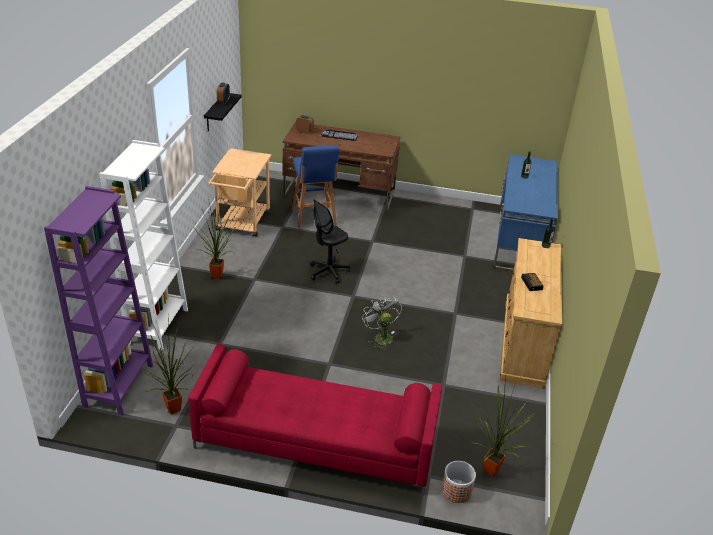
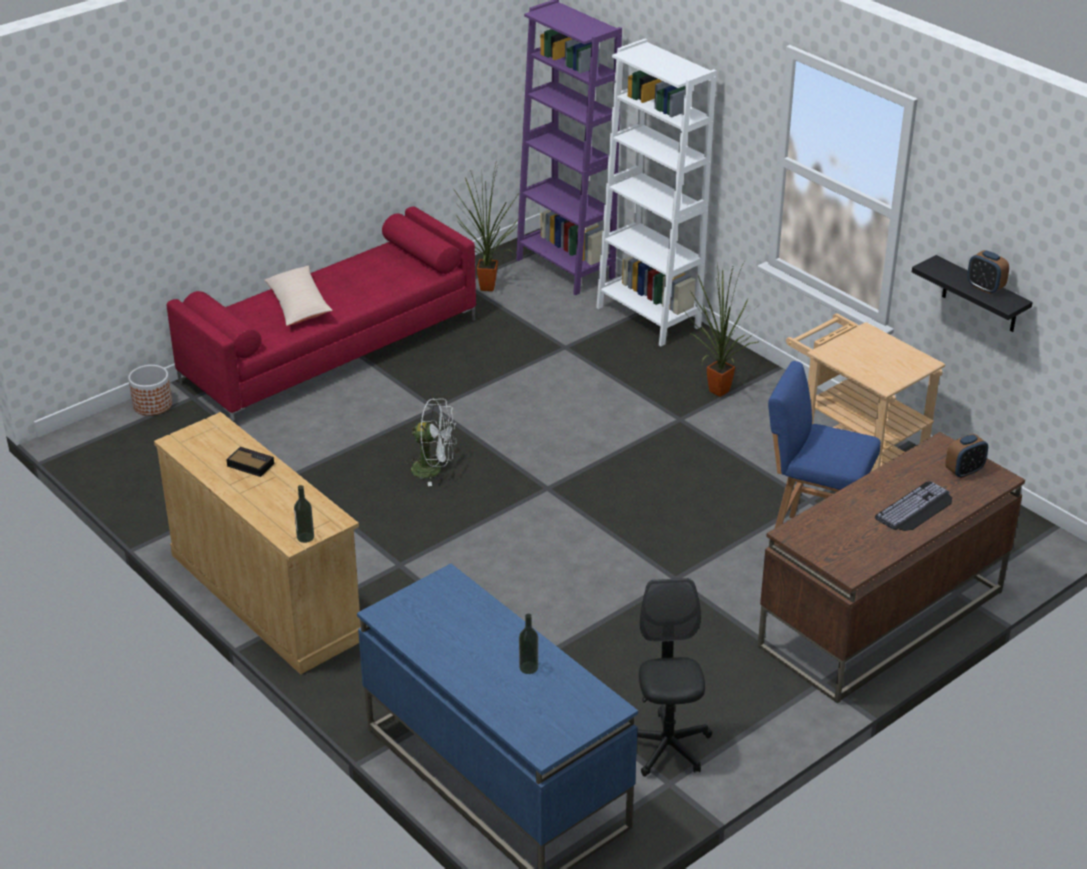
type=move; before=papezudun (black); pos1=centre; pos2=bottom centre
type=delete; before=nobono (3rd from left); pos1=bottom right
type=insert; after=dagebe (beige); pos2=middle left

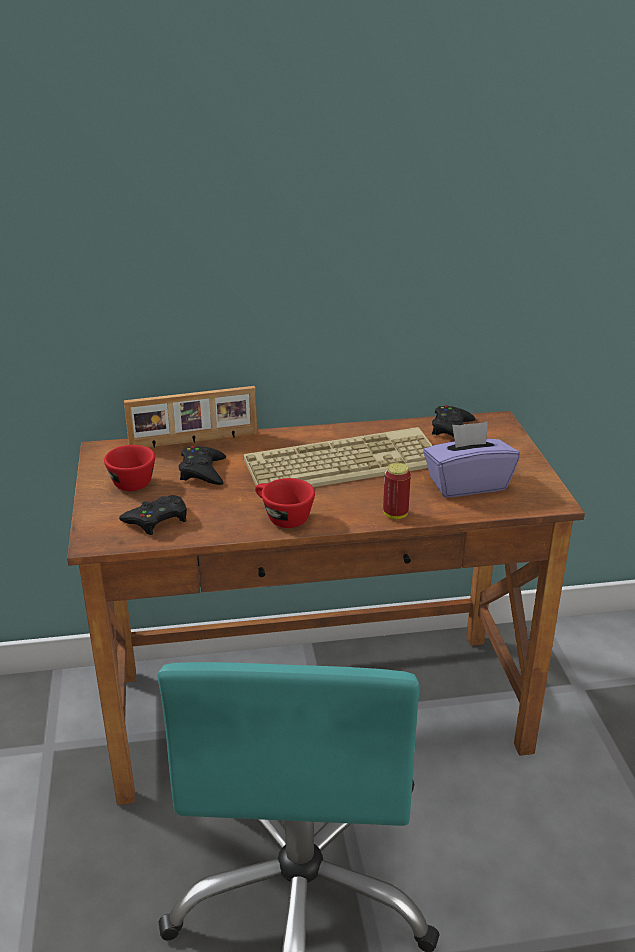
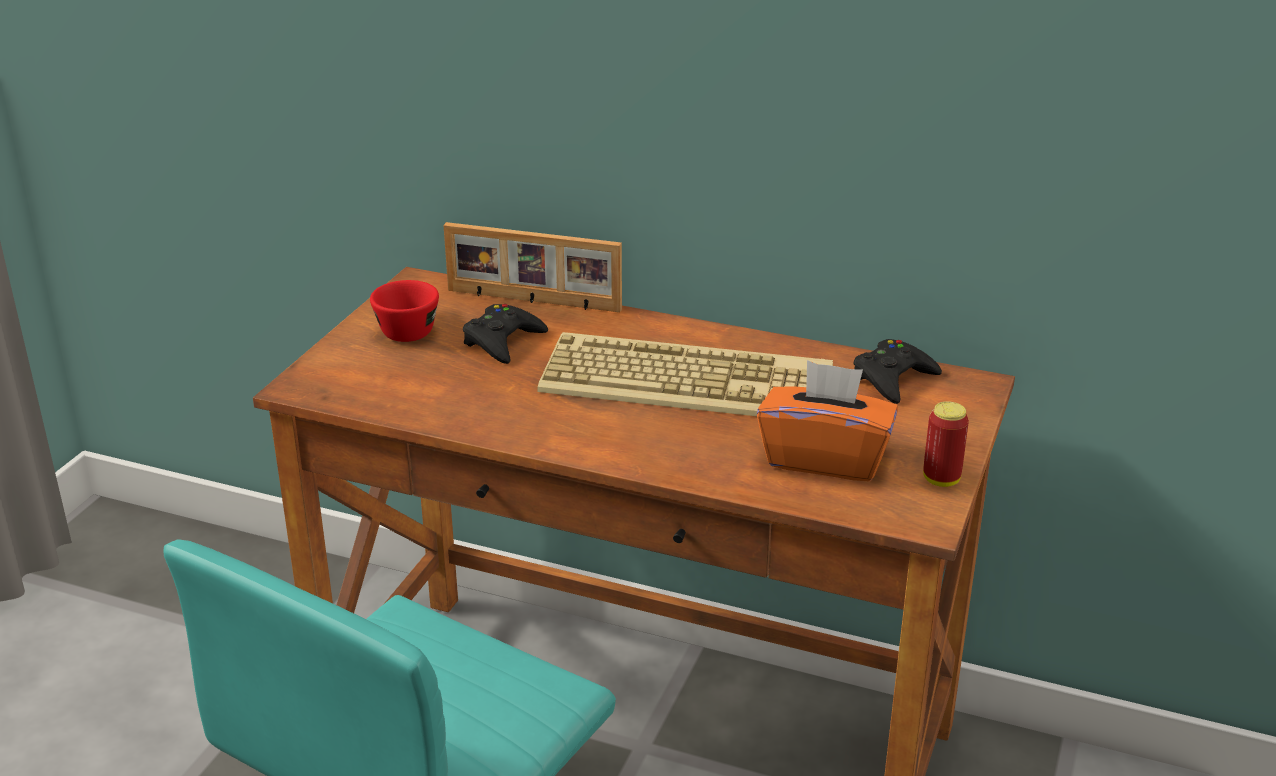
type=delete; before=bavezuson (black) (1st from left); pos1=middle left
type=delete; before=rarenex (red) (2nd from left); pos1=centre
type=move; before=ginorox; pos1=centre; pos2=middle right
type=recolor; before=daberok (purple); after=daberok (orange); pos1=middle right; pos2=centre

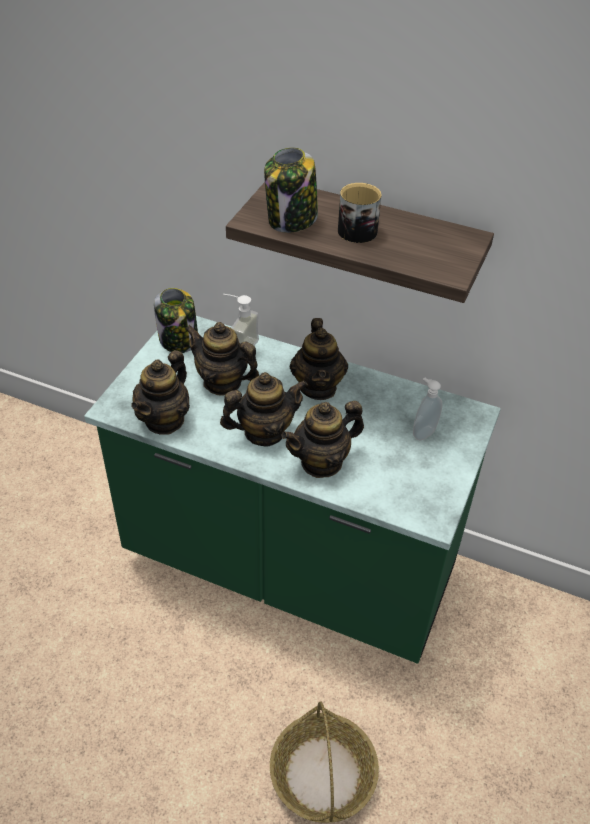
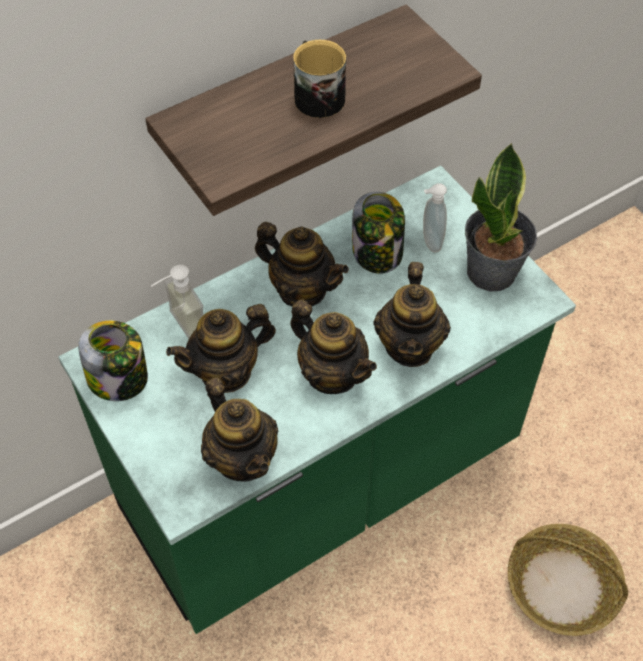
type=rotate; before=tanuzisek (3rd from left in the first image); pos1=centre; pos2=centre; turn=120
type=move; before=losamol (2nd from left); pos1=top centre; pos2=centre
type=insert; after=nobono; pos2=top right

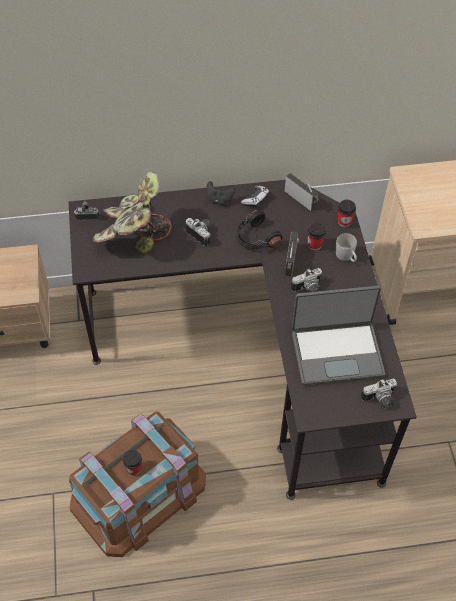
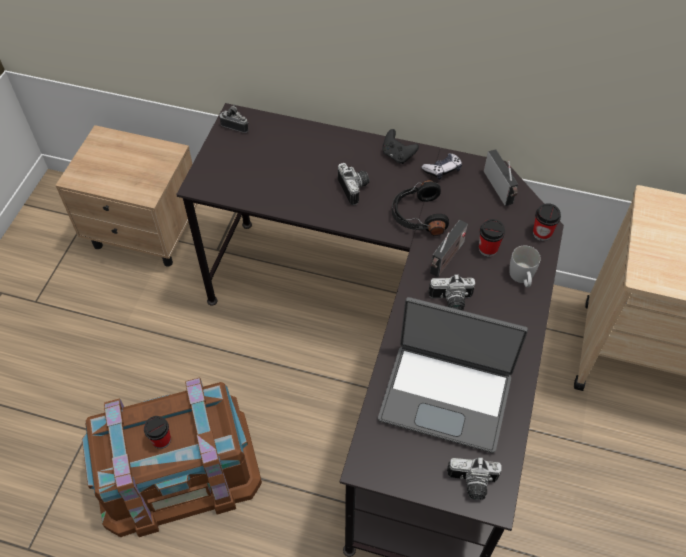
type=delete; before=nobono; pos1=middle left

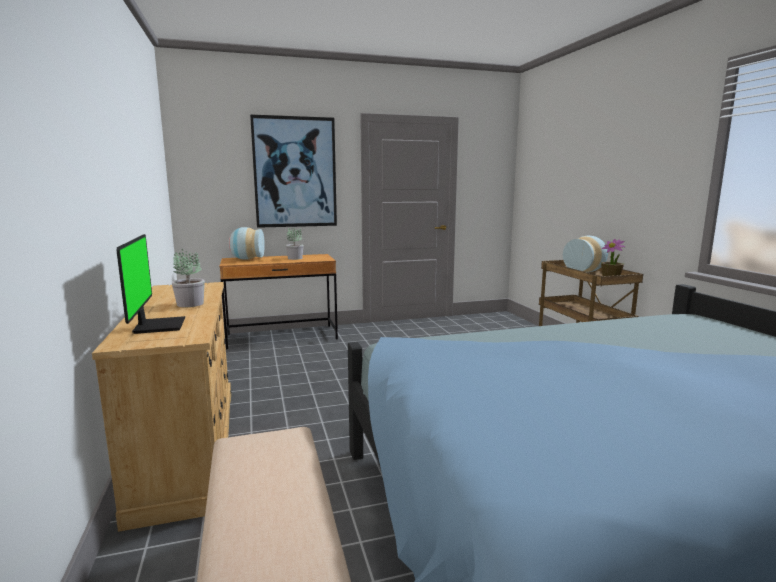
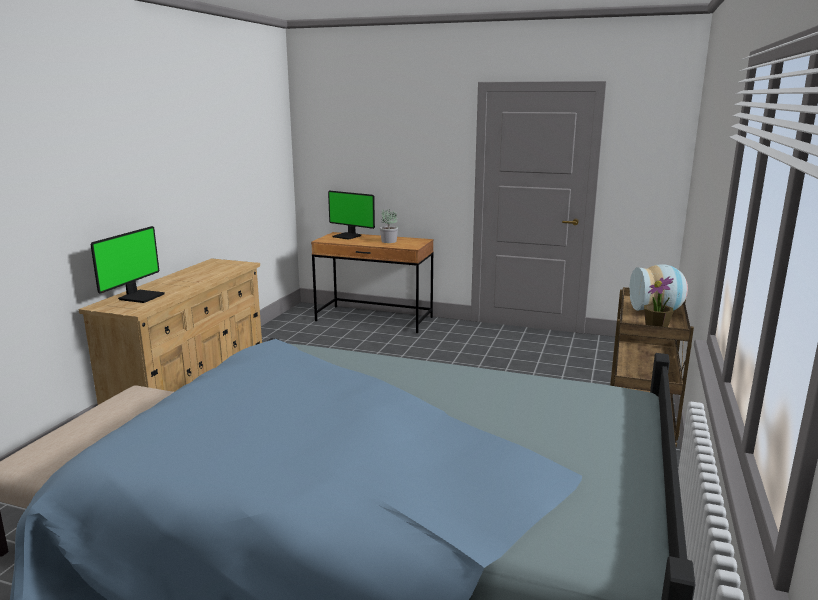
type=delete; before=nobono (1st from left); pos1=middle left
type=replace; before=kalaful (1st from left); after=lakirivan (2nd from left); pos1=middle left; pos2=centre
type=delete; before=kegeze; pos1=top centre

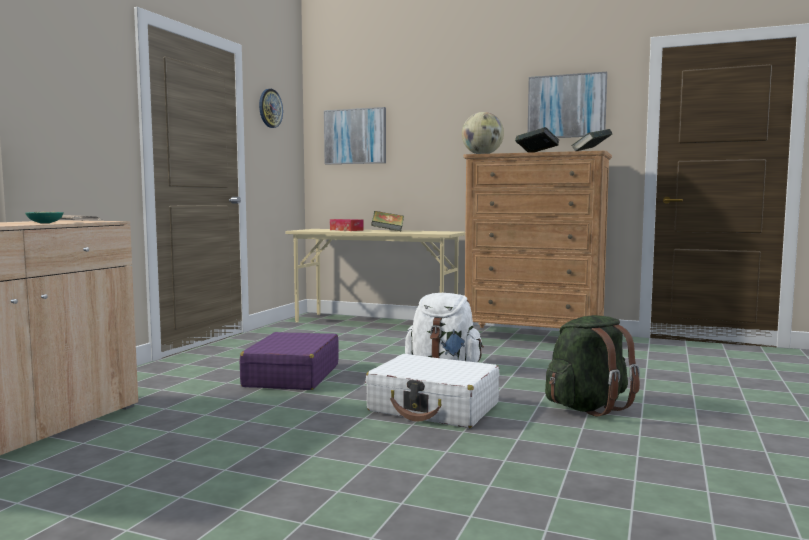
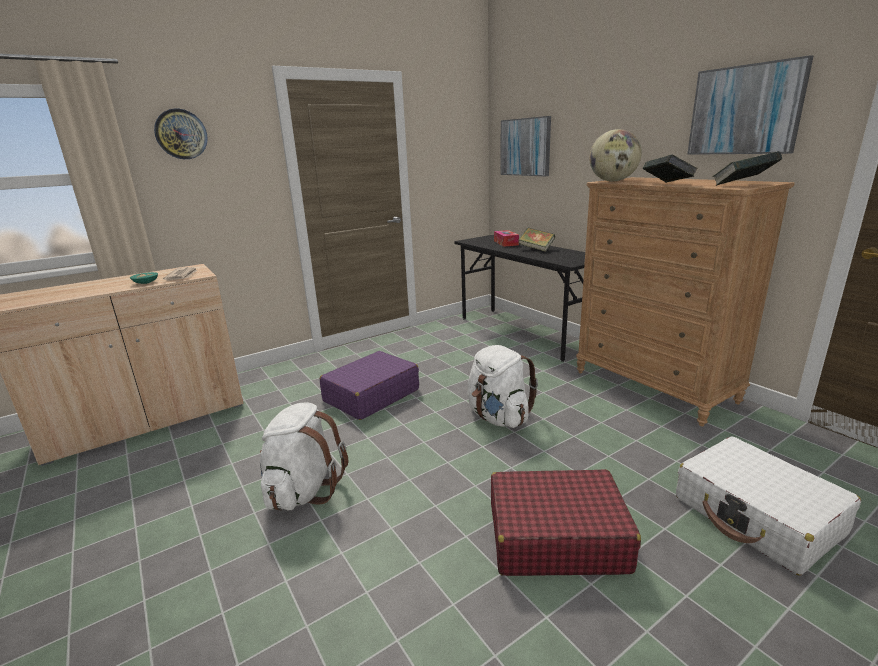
type=move; before=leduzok; pos1=top centre; pos2=top left
type=recolor; before=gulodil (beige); after=gulodil (black); pos1=centre; pos2=centre
type=move; before=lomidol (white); pos1=bottom centre; pos2=bottom right
type=replace; before=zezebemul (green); after=lomidol (red); pos1=bottom right; pos2=bottom centre
type=insert; after=zezebemul (white) (1st from left); pos2=bottom centre

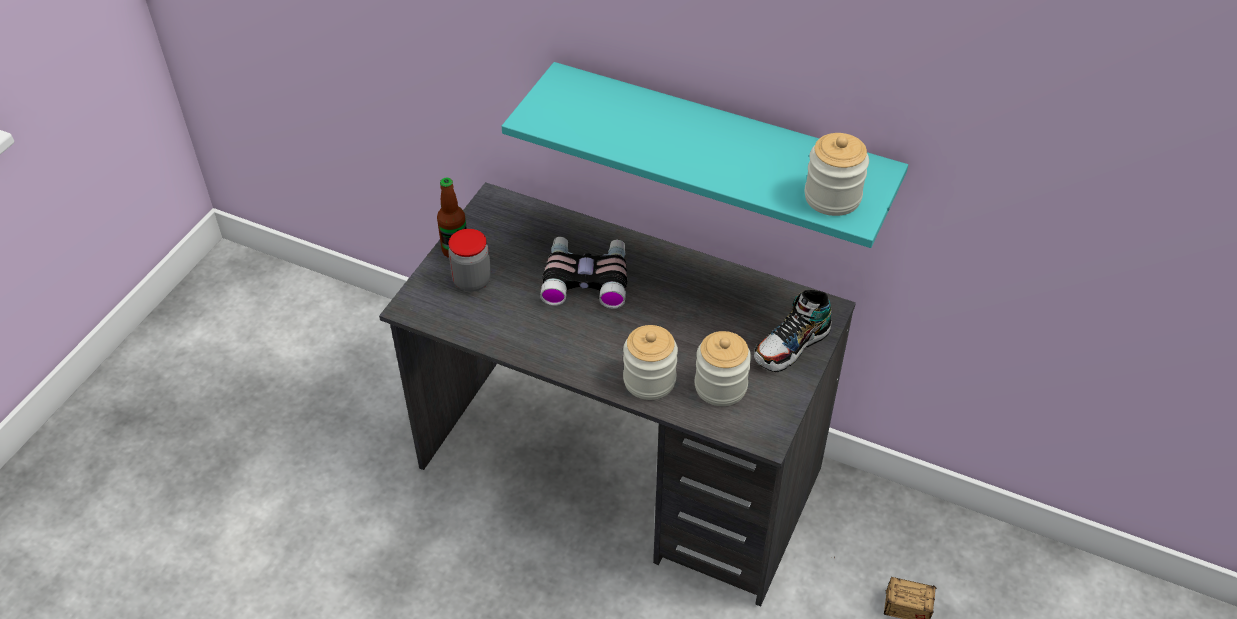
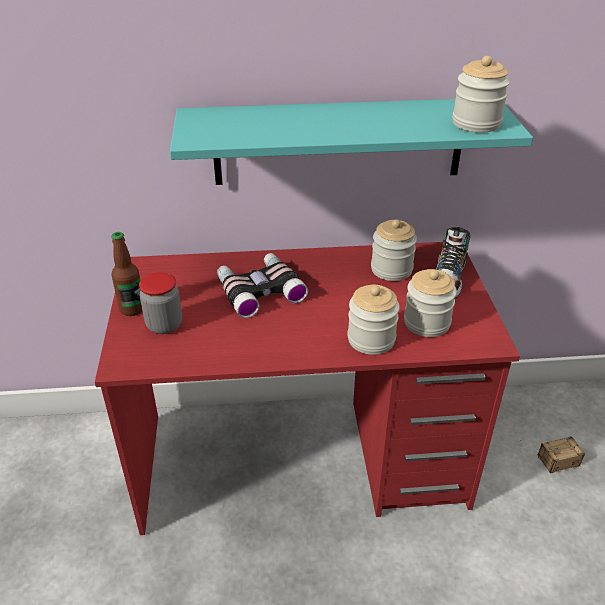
type=recolor; before=gulodil (grey); after=gulodil (red); pos1=centre; pos2=centre
type=insert; after=losamol (3rd from left); pos2=centre

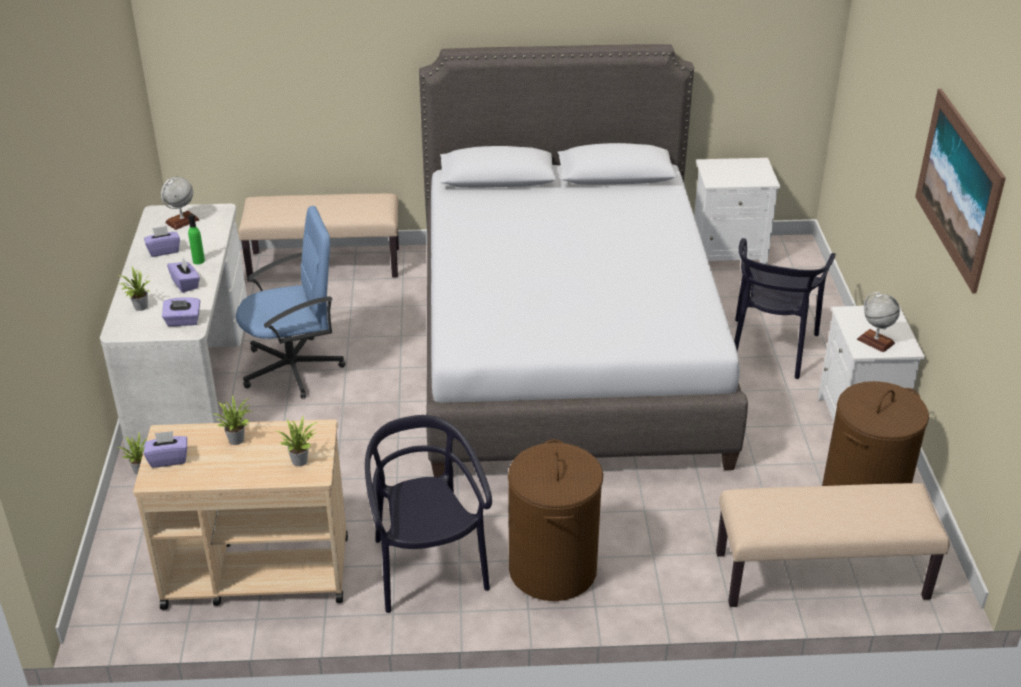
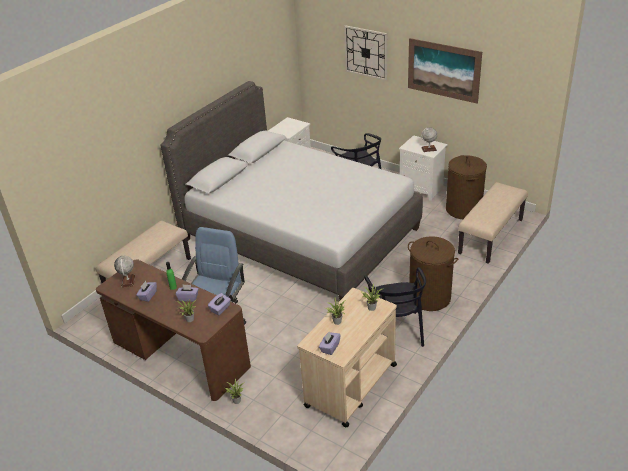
type=recolor; before=gulodil (white); after=gulodil (brown); pos1=middle left; pos2=bottom left
type=rotate; before=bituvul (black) (1st from left in the first image); pos1=bottom centre; pos2=centre; turn=-120
type=insert; after=leduzok; pos2=top centre

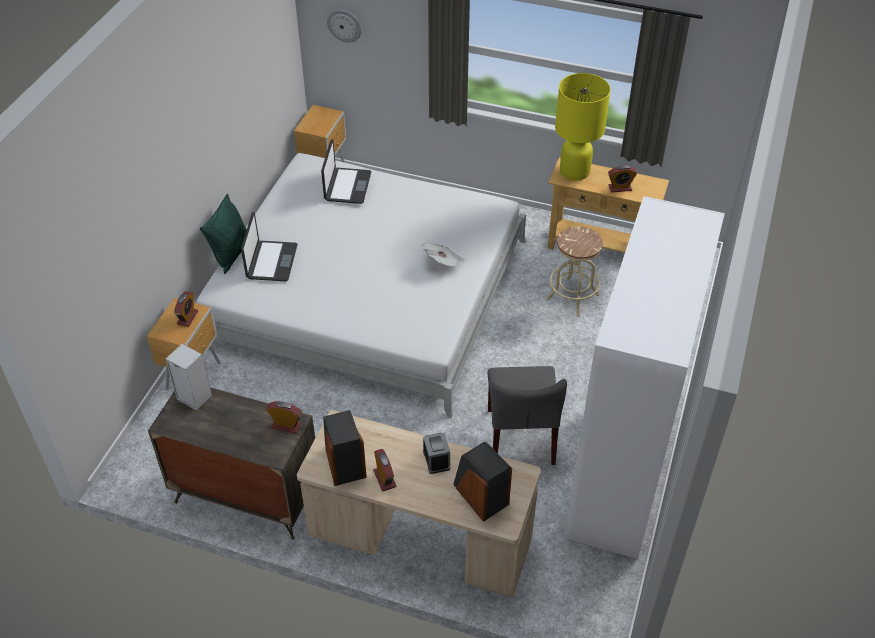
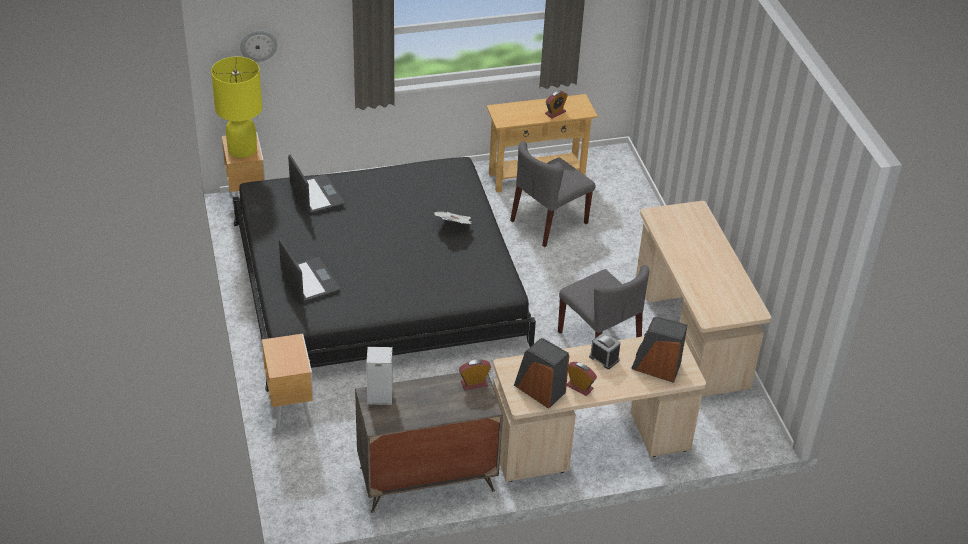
type=delete; before=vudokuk (1st from left); pos1=middle left
type=recolor; before=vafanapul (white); after=vafanapul (black); pos1=centre; pos2=centre
type=delete; before=dagebe (green); pos1=middle left
type=replace; before=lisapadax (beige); after=bituvul (grey) (1st from left); pos1=centre; pos2=centre
type=move; before=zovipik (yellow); pos1=top centre; pos2=top left
type=replace; before=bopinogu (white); after=gulodil (beige) (2nd from left); pos1=middle right; pos2=middle right

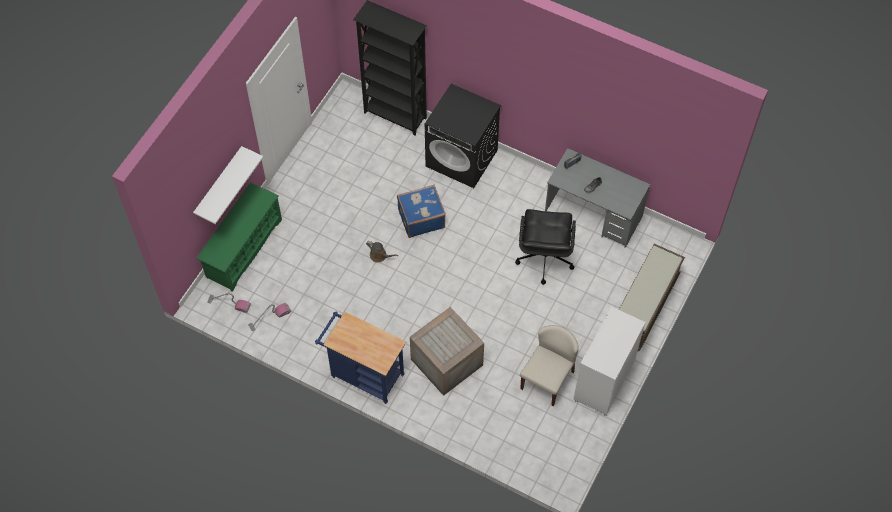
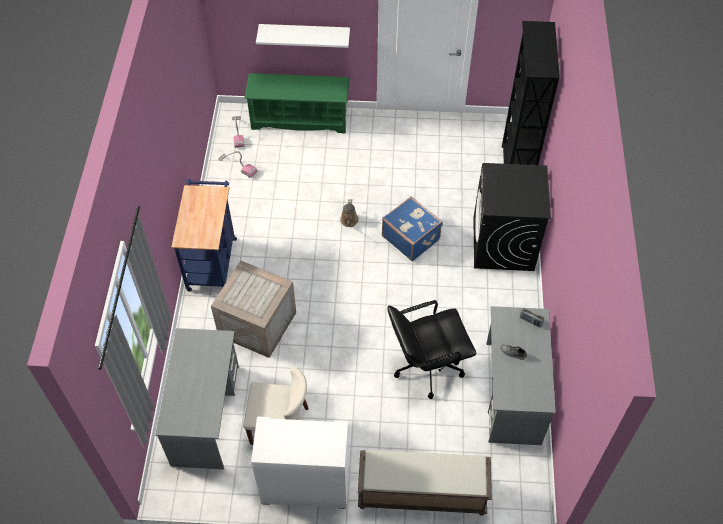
type=insert; after=gulodil (grey) (1st from left); pos2=bottom left

